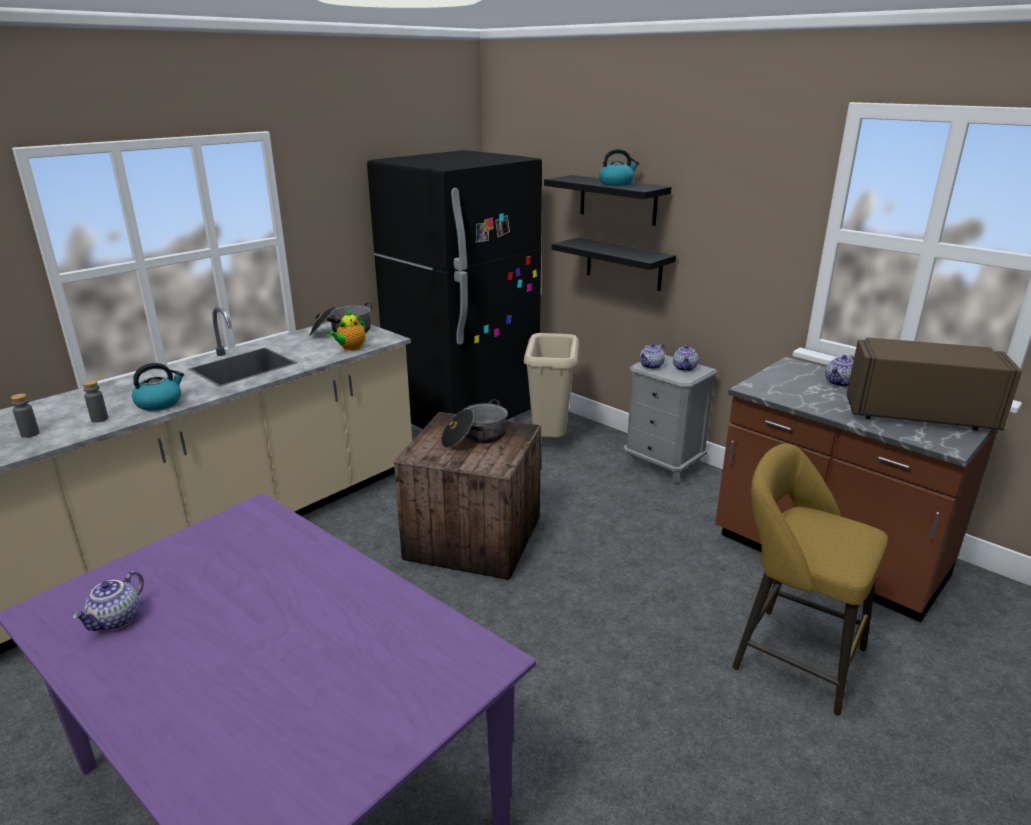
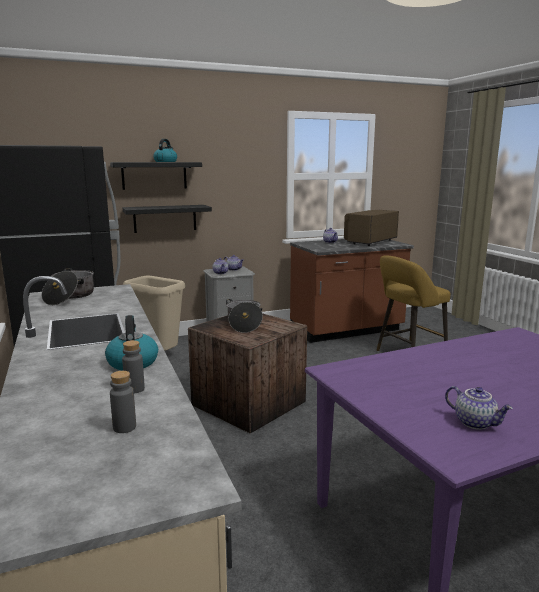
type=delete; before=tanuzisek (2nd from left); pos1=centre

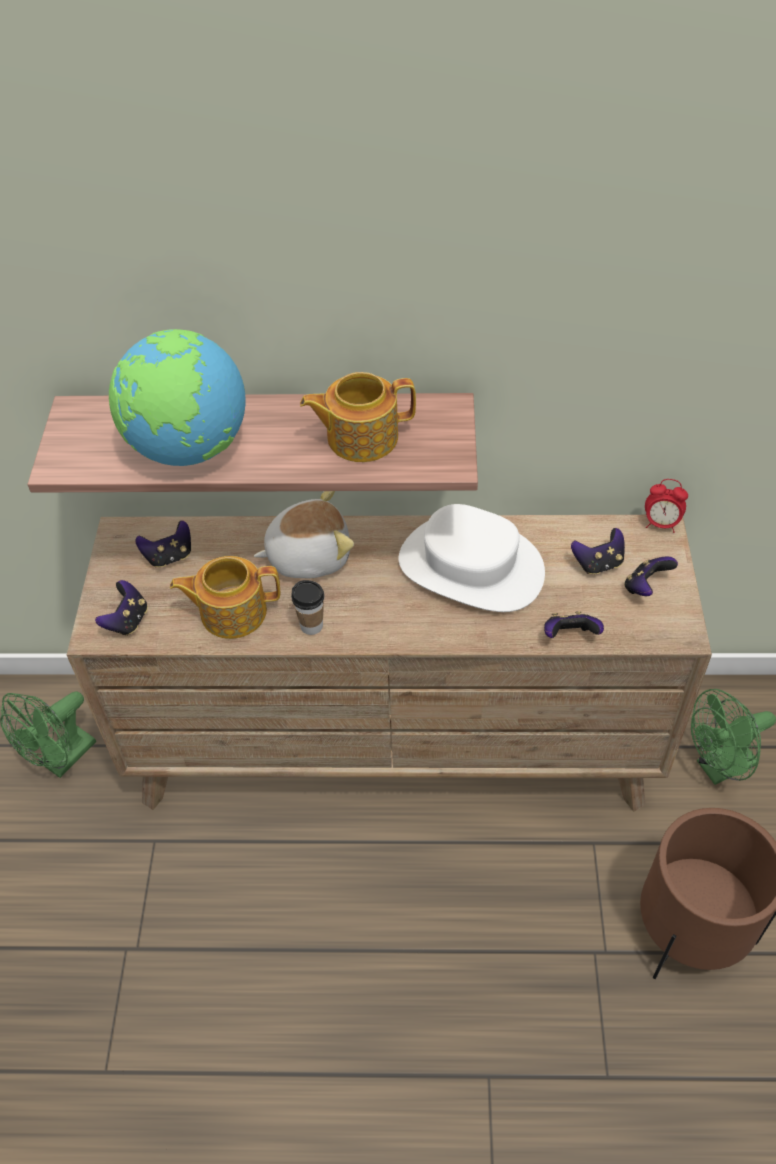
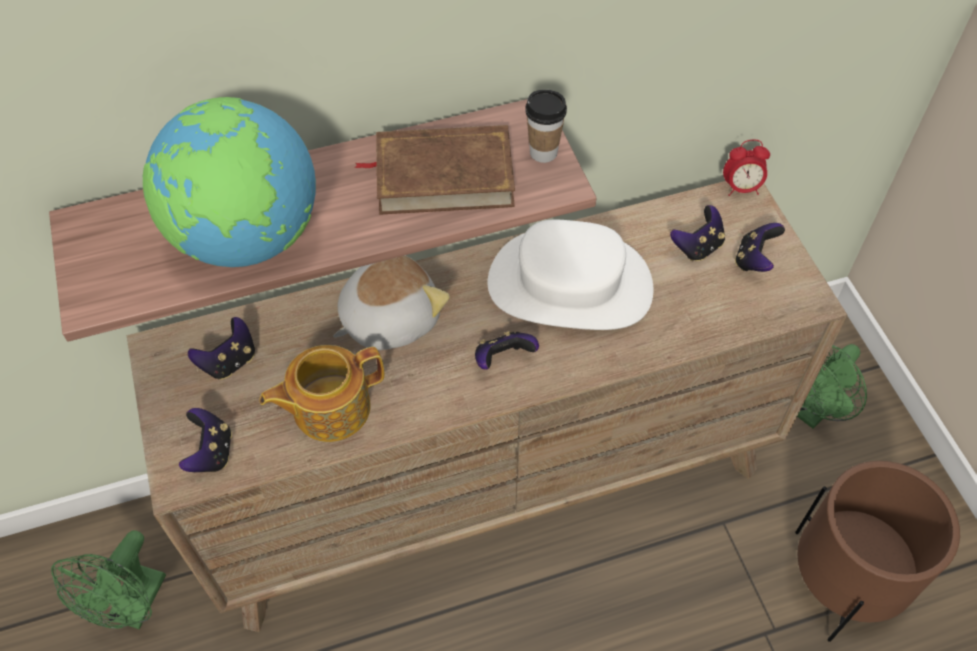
type=move; before=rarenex; pos1=centre; pos2=top centre
type=replace; before=tanuzisek (2nd from left); after=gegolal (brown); pos1=centre; pos2=top centre
type=move; before=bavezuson (3rd from left); pos1=middle right; pos2=centre

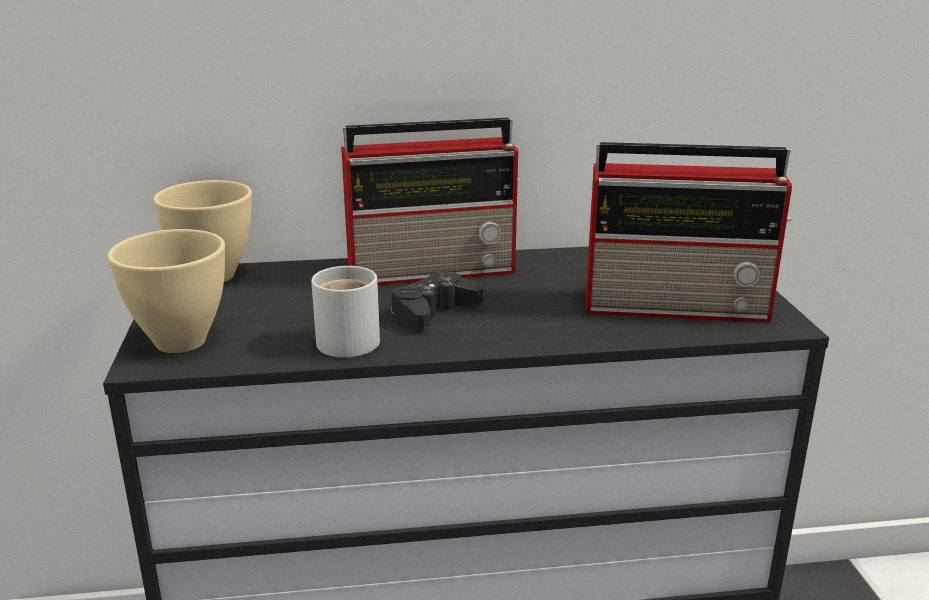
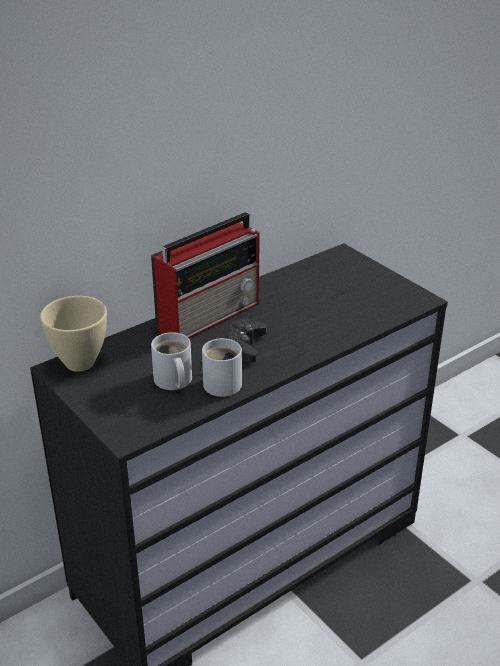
type=delete; before=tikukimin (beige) (1st from left); pos1=middle left
type=delete; before=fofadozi (2nd from left); pos1=middle right
type=insert; after=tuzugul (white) (1st from left); pos2=centre

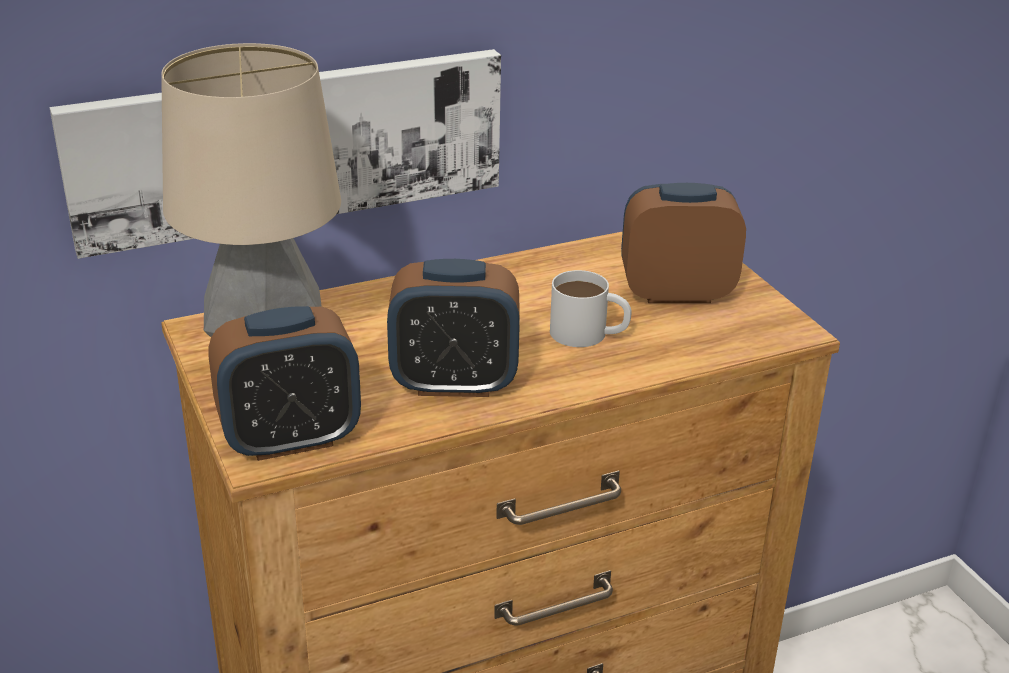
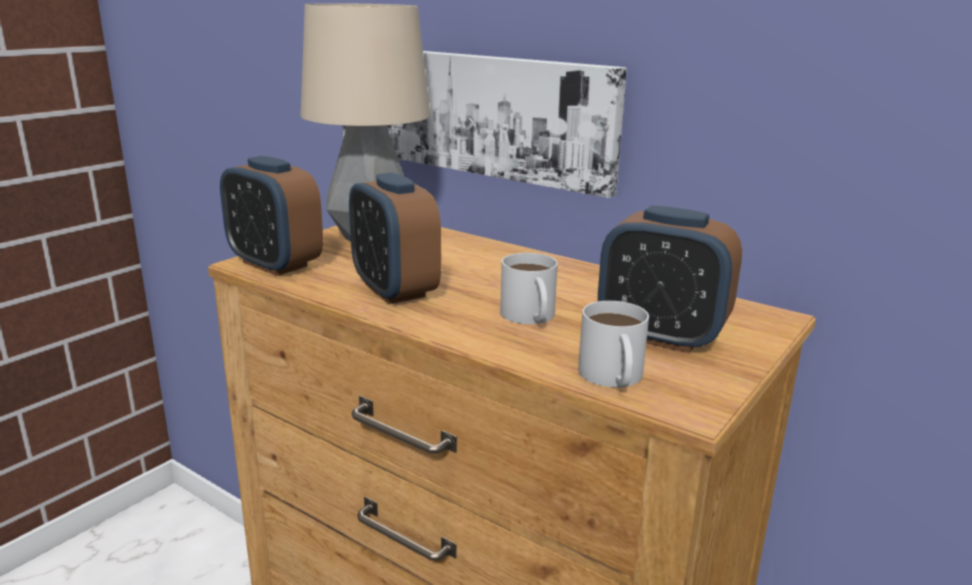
type=rotate; before=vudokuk (3rd from left); pos1=middle right; pos2=middle right; turn=150
type=insert; after=tuzugul (white) (2nd from left); pos2=centre

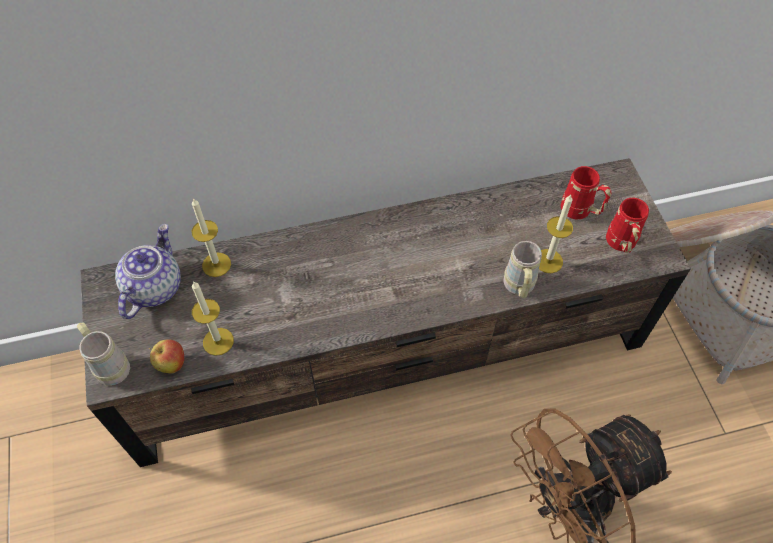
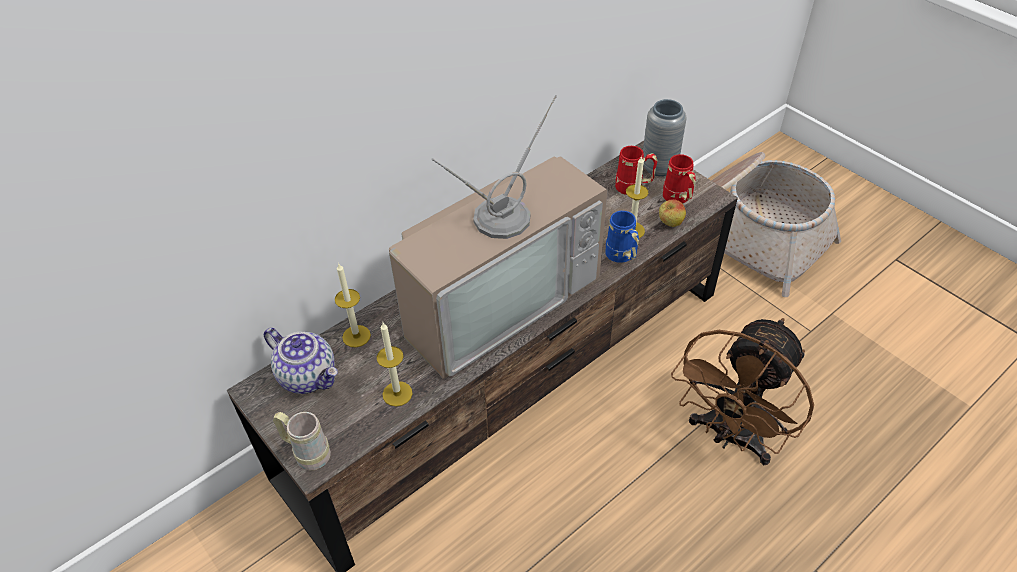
type=rotate; before=tanuzisek; pos1=middle left; pos2=middle left; turn=135
type=move; before=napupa; pos1=middle left; pos2=centre
type=recolor; before=tuzugul (beige) (2nd from left); after=tuzugul (blue); pos1=middle right; pos2=centre
type=insert; after=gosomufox; pos2=centre
type=insert; after=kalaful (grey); pos2=top centre

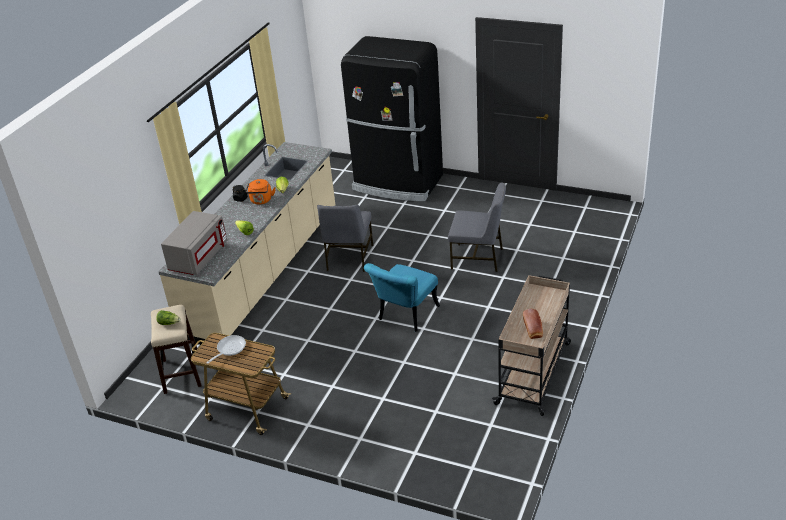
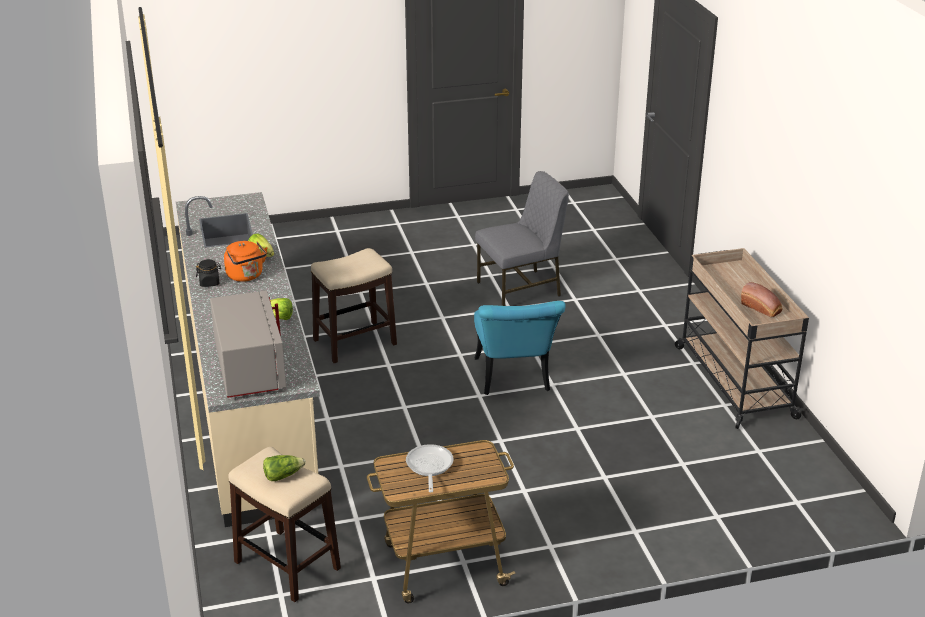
type=replace; before=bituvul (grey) (1st from left); after=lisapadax (2nd from left); pos1=centre; pos2=centre
type=delete; before=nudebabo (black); pos1=top centre

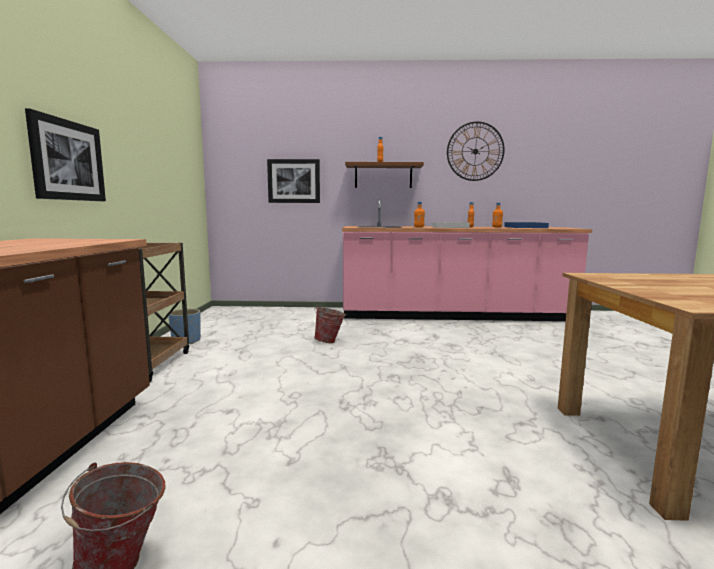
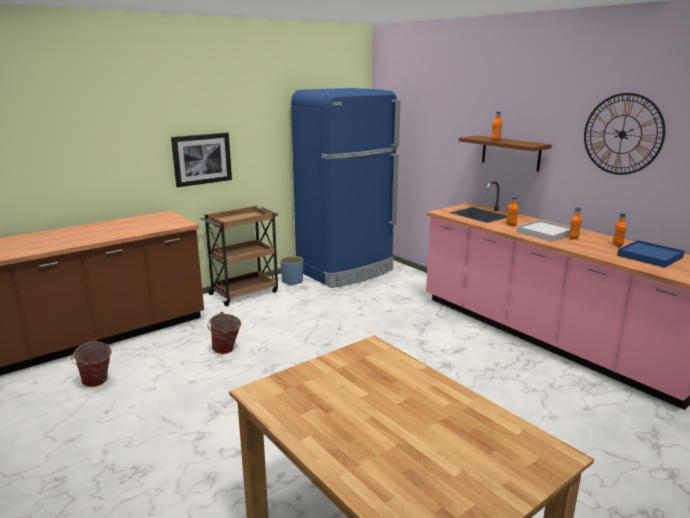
type=delete; before=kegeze (2nd from left); pos1=top centre
type=move; before=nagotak (2nd from left); pos1=centre; pos2=middle left
type=insert; after=nudebabo (blue); pos2=centre

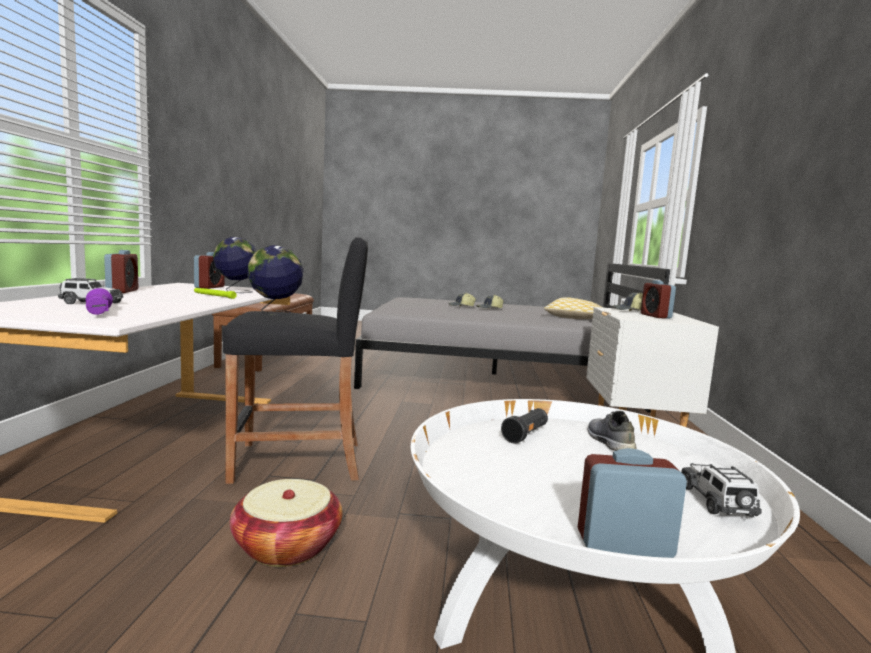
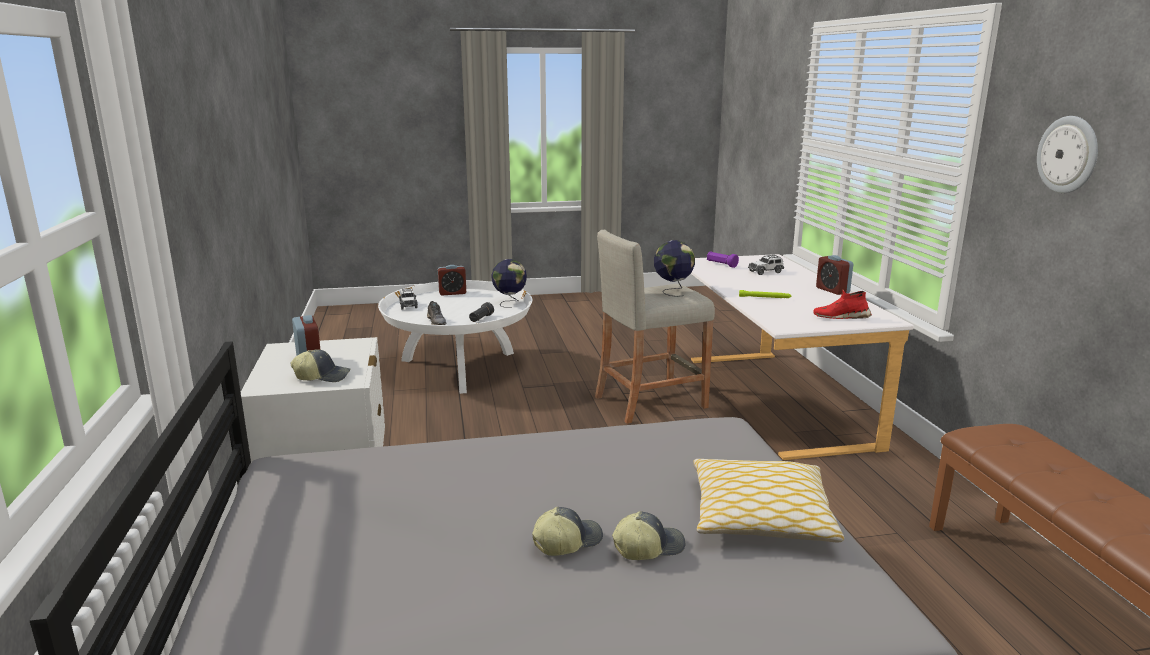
type=replace; before=vudokuk (2nd from left); after=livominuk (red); pos1=middle left; pos2=middle right
type=move; before=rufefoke (1st from left); pos1=middle left; pos2=centre
type=recolor; before=lisapadax (black); after=lisapadax (beige); pos1=centre; pos2=centre
type=delete; before=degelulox; pos1=bottom left
type=move; before=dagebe; pos1=centre; pos2=bottom right
type=insert; after=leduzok; pos2=top right

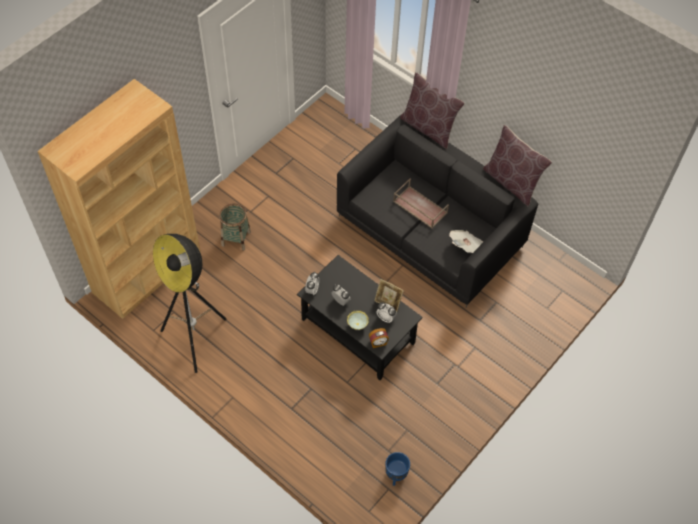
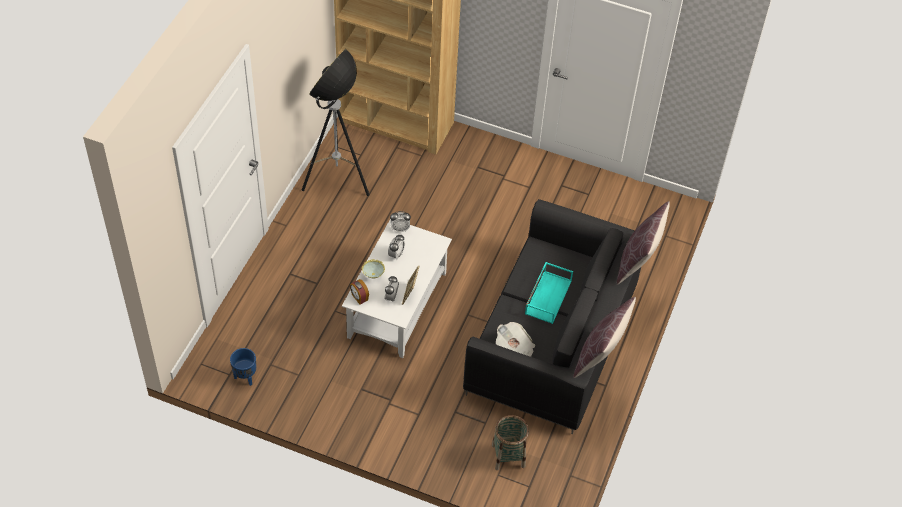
type=move; before=degelulox; pos1=centre; pos2=bottom centre
type=recolor; before=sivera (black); after=sivera (white); pos1=centre; pos2=centre
type=recolor; before=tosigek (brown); after=tosigek (turquoise); pos1=centre; pos2=centre

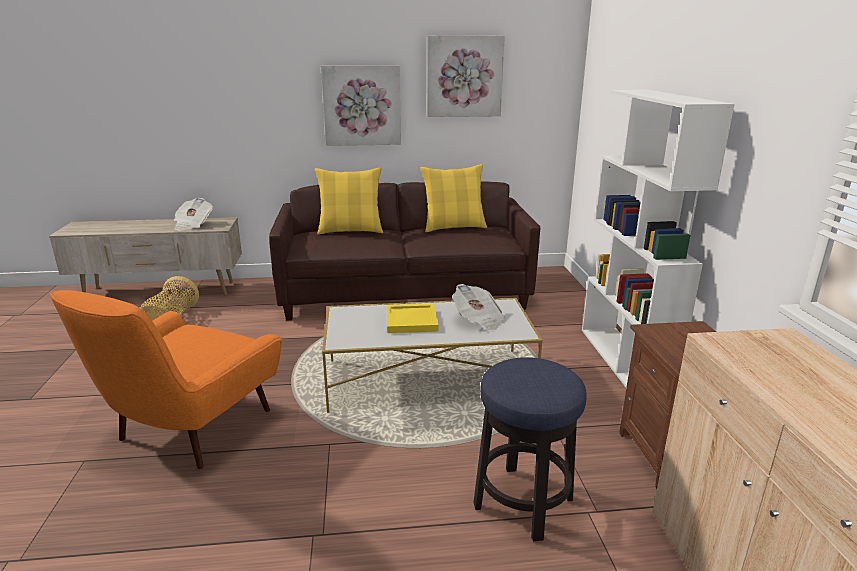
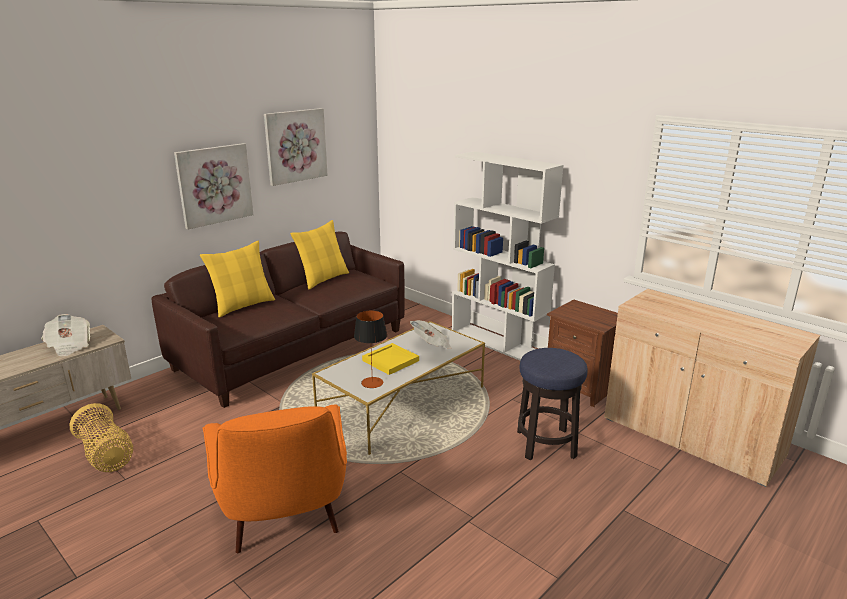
type=insert; after=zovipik; pos2=centre

